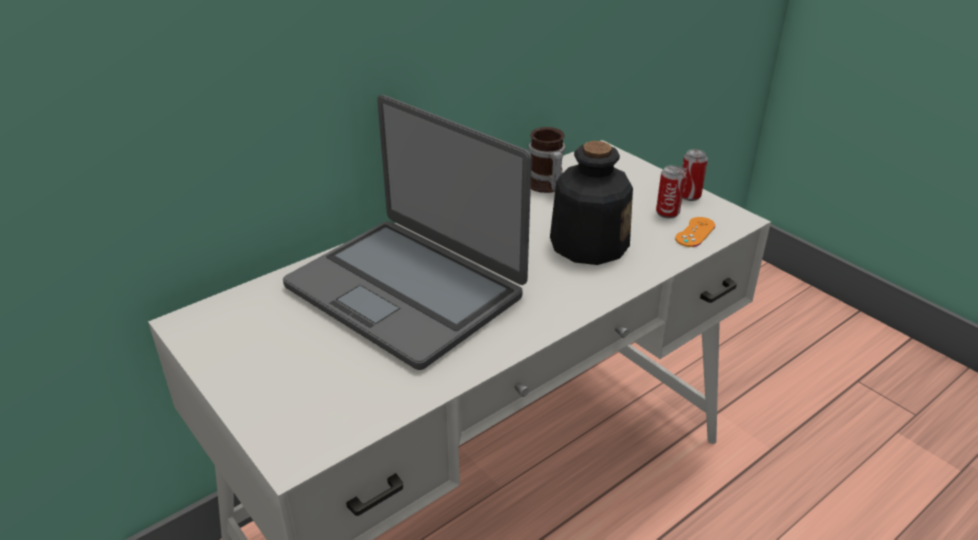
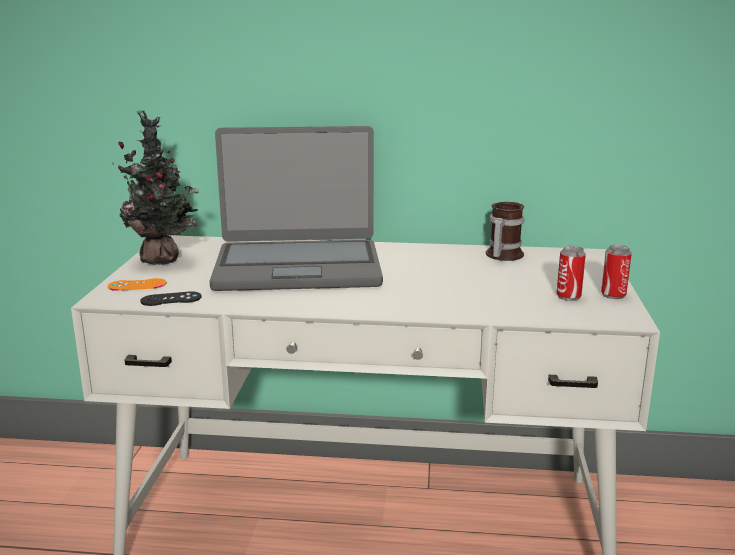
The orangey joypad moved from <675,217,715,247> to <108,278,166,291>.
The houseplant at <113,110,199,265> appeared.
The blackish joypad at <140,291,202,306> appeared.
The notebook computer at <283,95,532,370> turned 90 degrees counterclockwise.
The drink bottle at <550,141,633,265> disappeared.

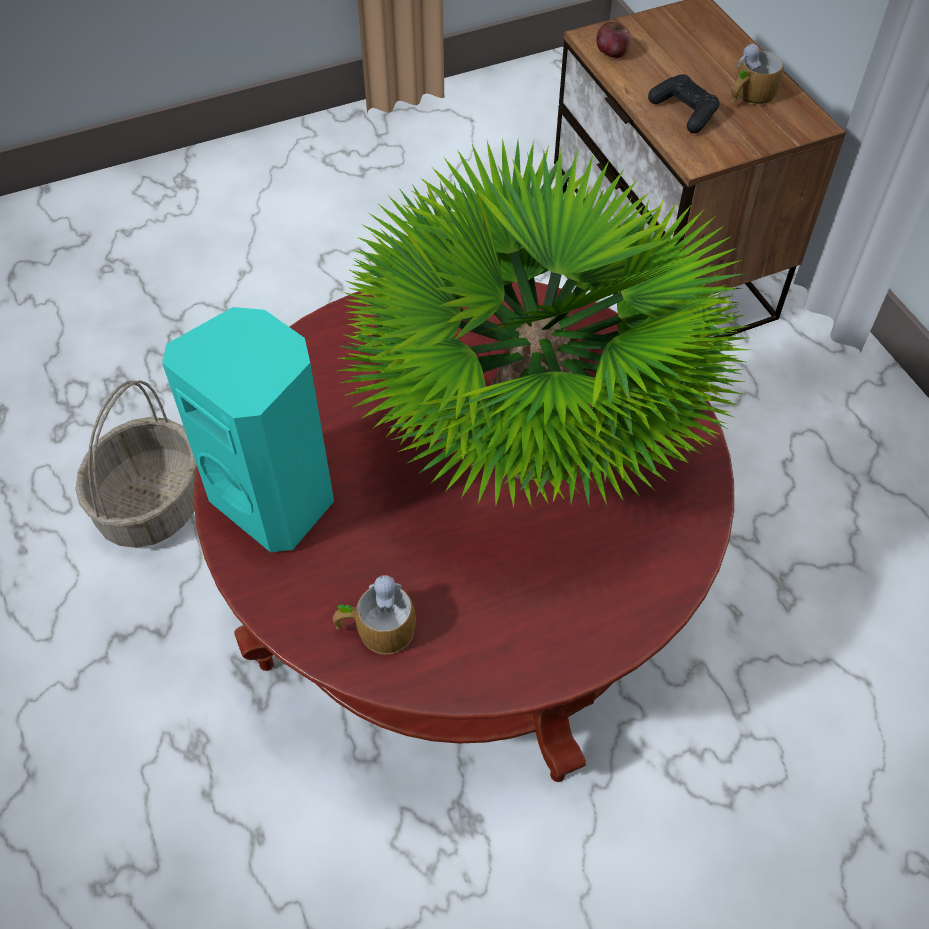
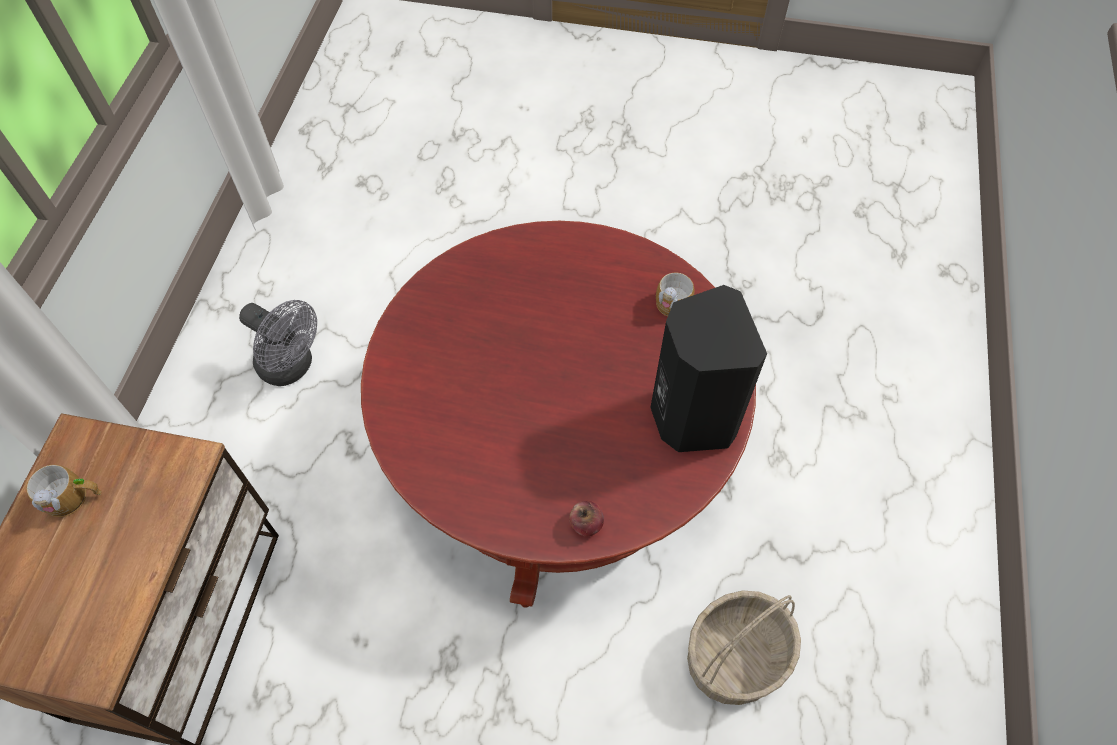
The greyish electric fan at <239,300,317,386> appeared.
The apple moved from <596,22,631,58> to <569,501,604,536>.
The turquoise-coloured speaker at <162,307,334,552> became the blackish speaker at <650,285,767,452>.
The houseplant at <336,138,749,508> disappeared.
The blackish joypad at <648,74,720,133> disappeared.

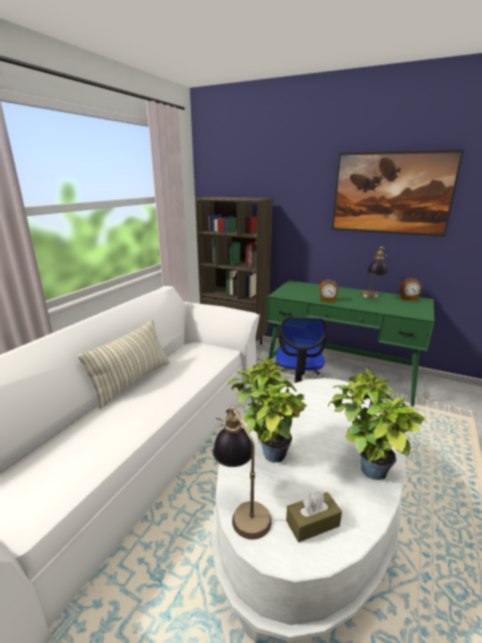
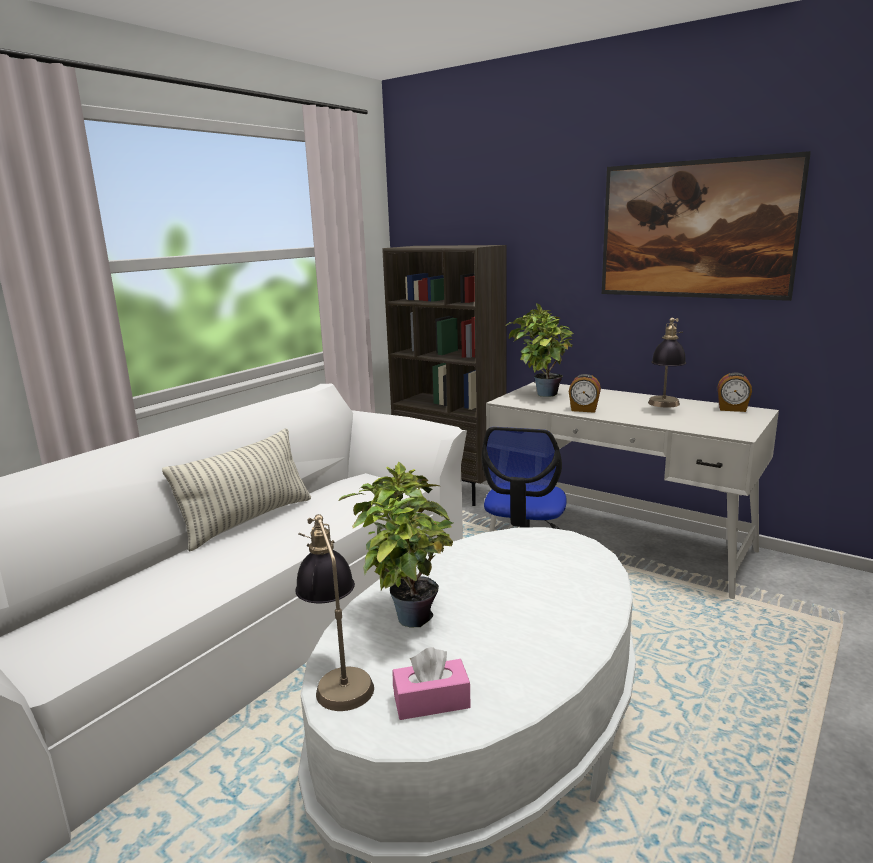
The brown-coloured box of tissues at <286,491,342,542> became the pinkish box of tissues at <393,647,471,720>.
The green-coloured desk at <267,281,435,407> became the whitish desk at <486,382,779,599>.
The houseplant moved from <328,368,426,480> to <506,303,574,397>.

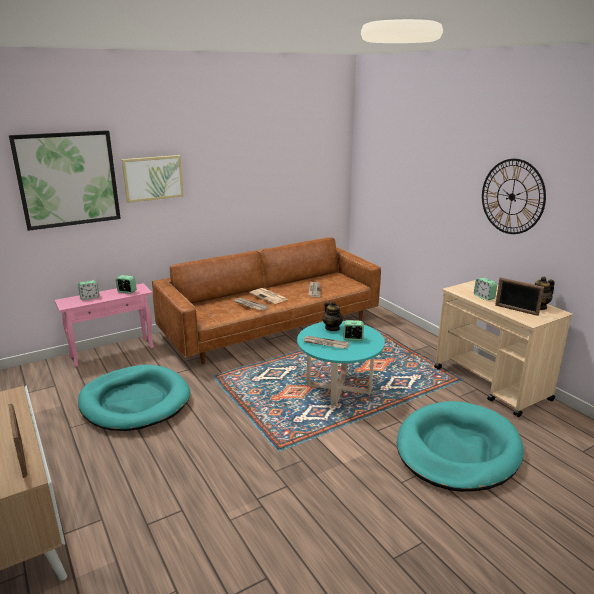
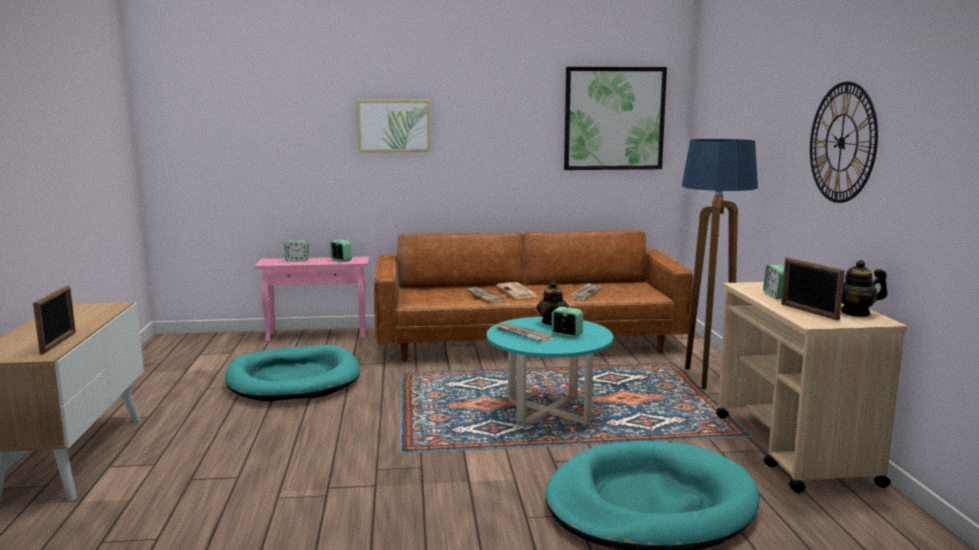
The wall picture moved from <9,130,121,231> to <564,67,667,170>.
The floor lamp at <682,139,758,389> appeared.

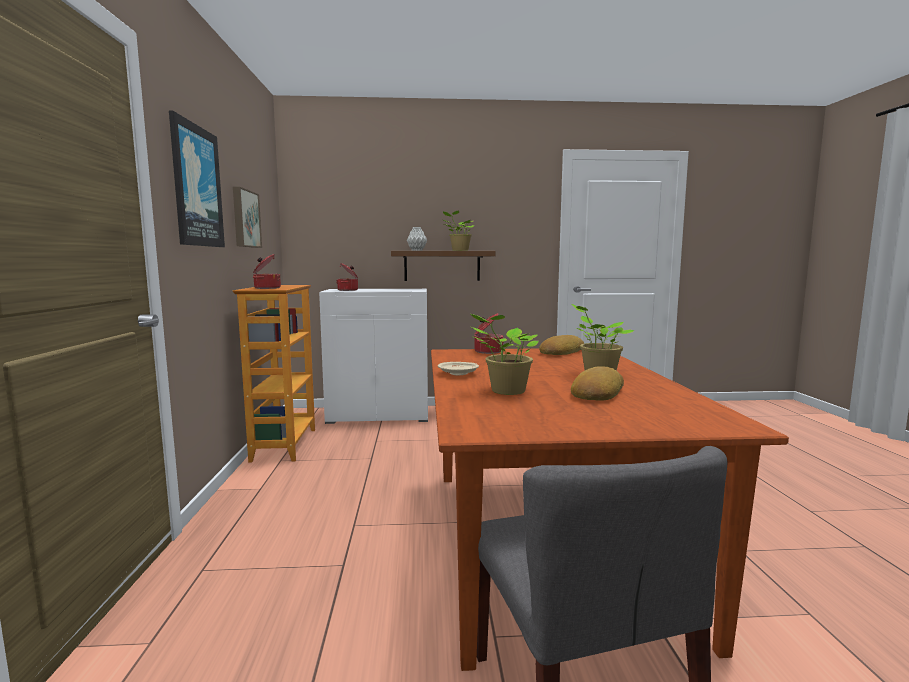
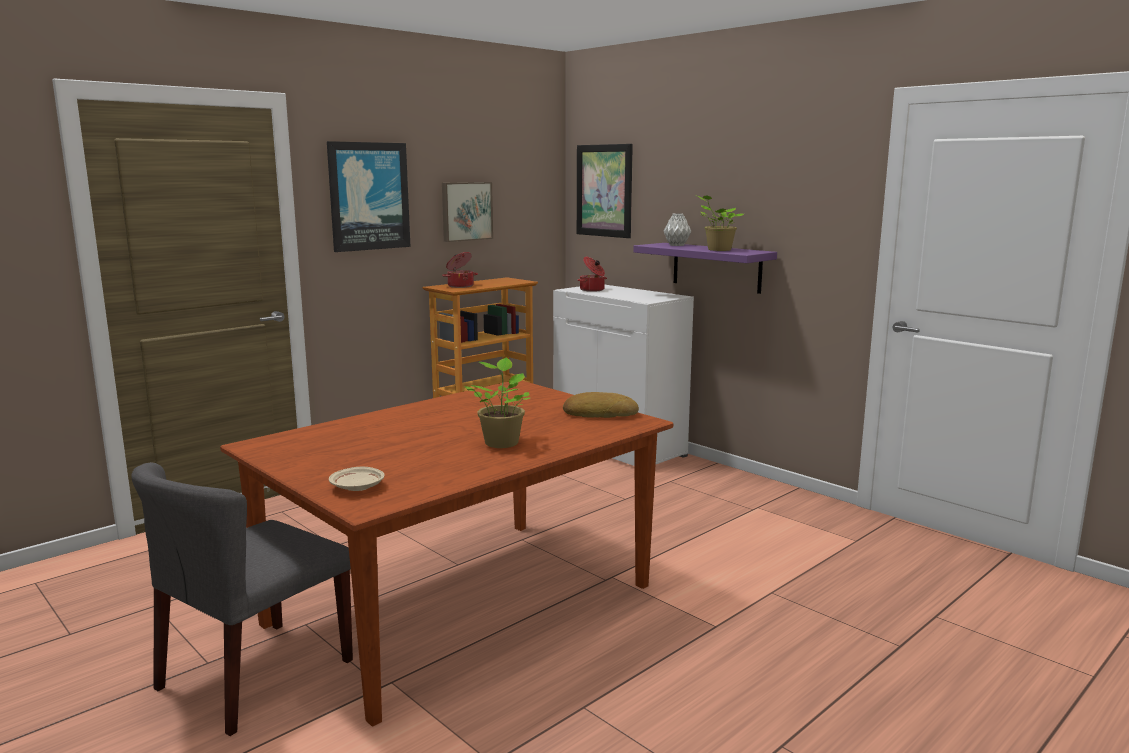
The sand-coloured flat dish moved from <438,362,479,375> to <329,466,384,491>.
The wall picture at <577,144,633,238> appeared.
The brown-coloured shelf at <391,251,496,281> became the purple shelf at <633,243,777,294>.
The houseplant at <471,314,539,395> disappeared.
The cooking pot at <475,313,504,354> disappeared.
The bread at <571,366,624,401> disappeared.

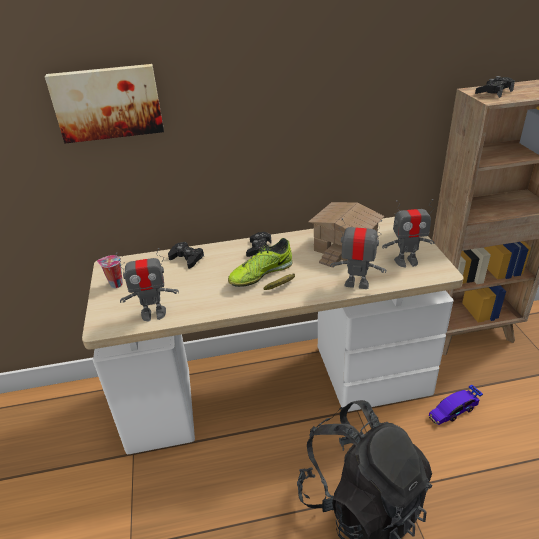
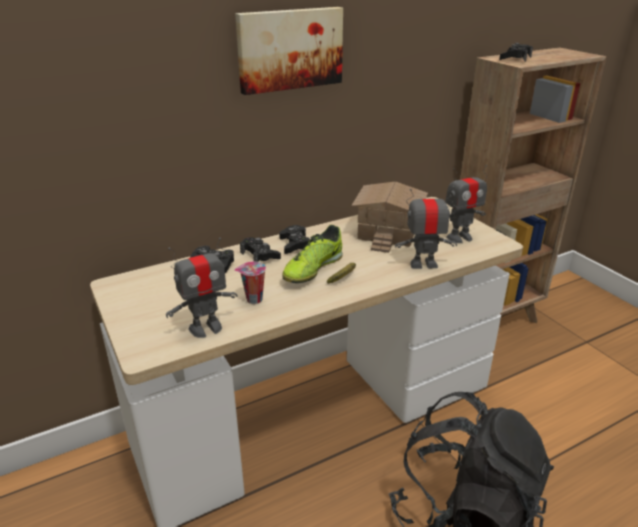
The cup moved from <97,255,123,288> to <234,261,266,304>.
The wall picture moved from <45,64,164,143> to <235,7,343,95>.
The blackish joypad at <240,237,281,262> appeared.
The miniature car at <429,385,483,425> disappeared.

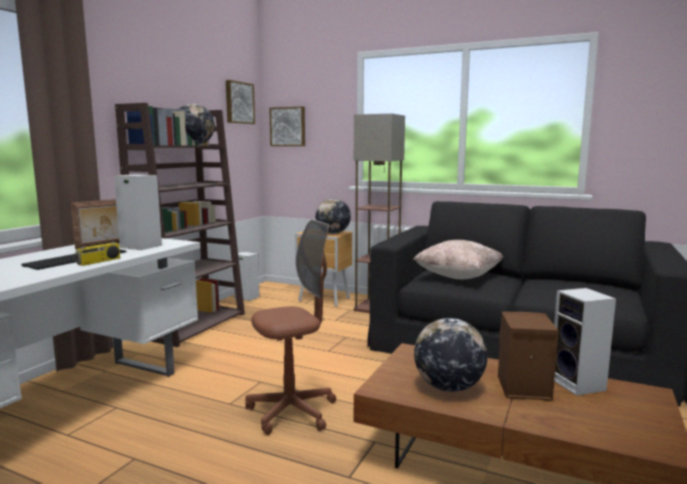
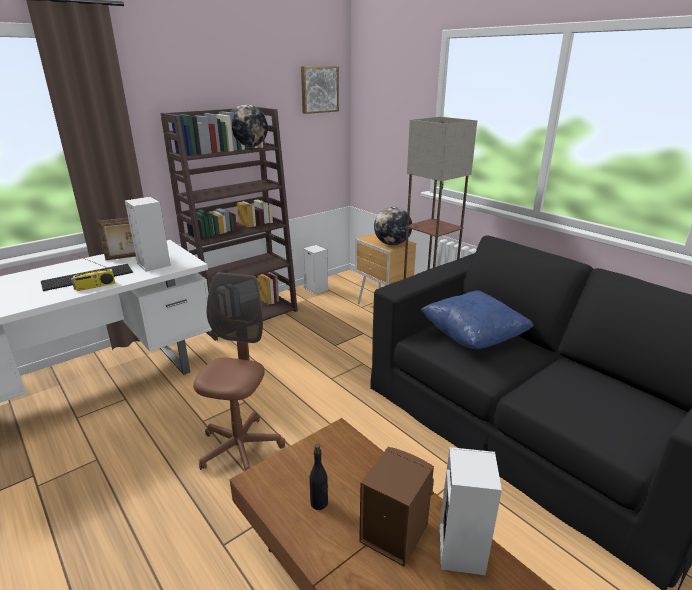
The brown-coloured desk chair at <245,220,336,435> turned 75 degrees counterclockwise.
The world globe at <414,318,487,392> was replaced by the blackish drink bottle at <309,444,328,510>.
The sand-coloured throw pillow at <413,240,503,279> became the blue throw pillow at <420,290,534,349>.
The wall picture at <269,107,305,146> disappeared.

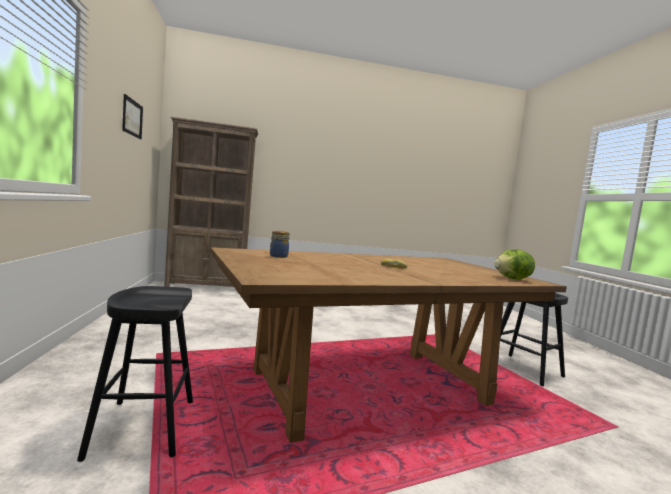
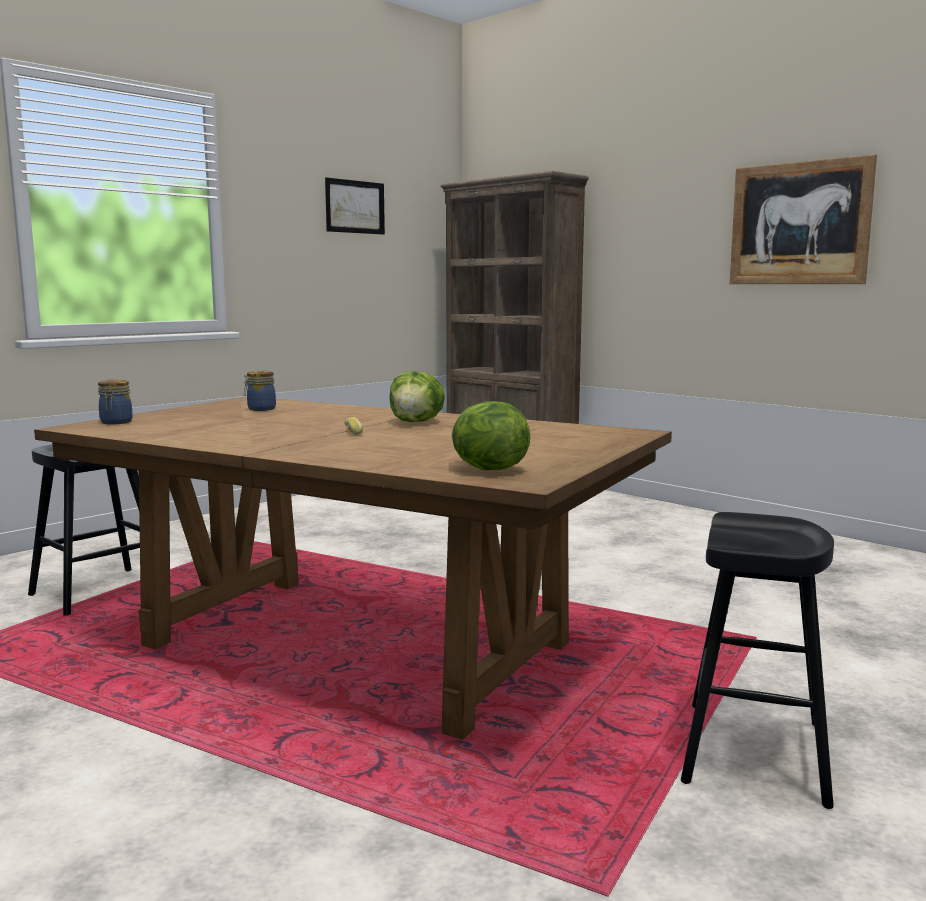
The preserve jar at <98,379,133,424> appeared.
The lettuce at <389,371,445,422> appeared.
The wall picture at <730,154,877,284> appeared.

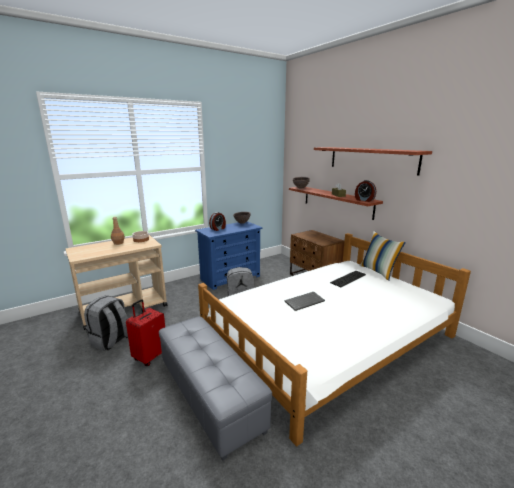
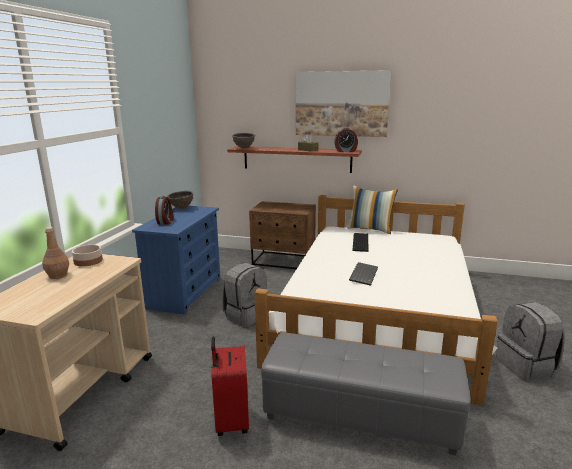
The shelf at <314,147,432,175> was replaced by the wall picture at <296,70,391,137>.
The greyish rucksack moved from <84,295,128,351> to <496,302,565,381>.

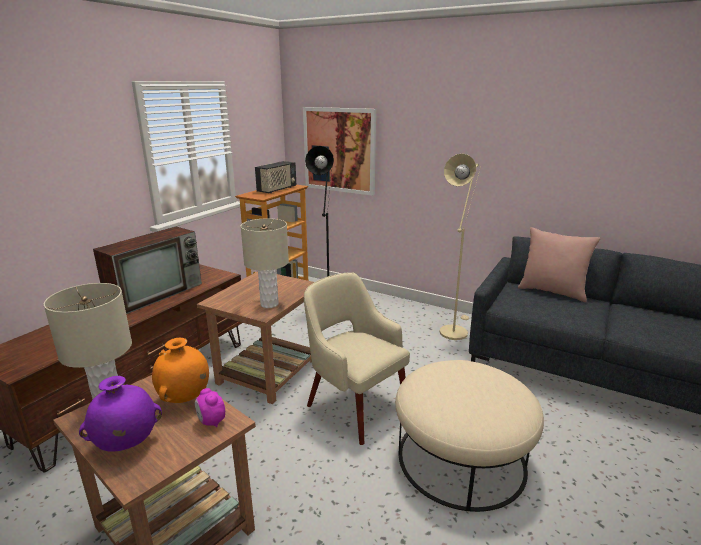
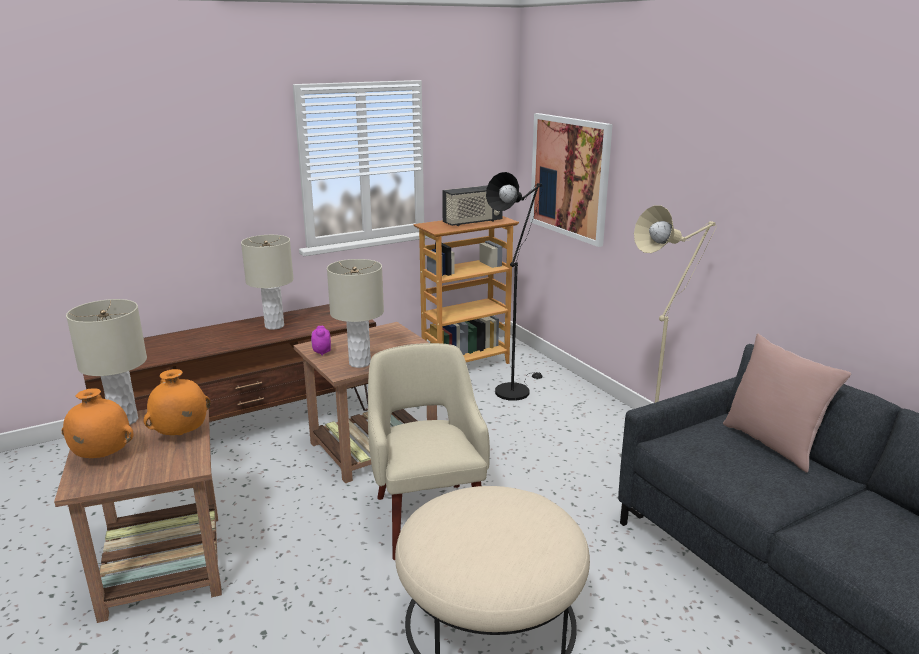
The purple vase at <79,376,162,451> became the orangey vase at <62,388,134,458>.
The television at <93,227,202,314> was replaced by the sand-coloured tabletop lamp at <241,235,294,330>.
The table clock moved from <195,388,225,427> to <311,326,331,356>.

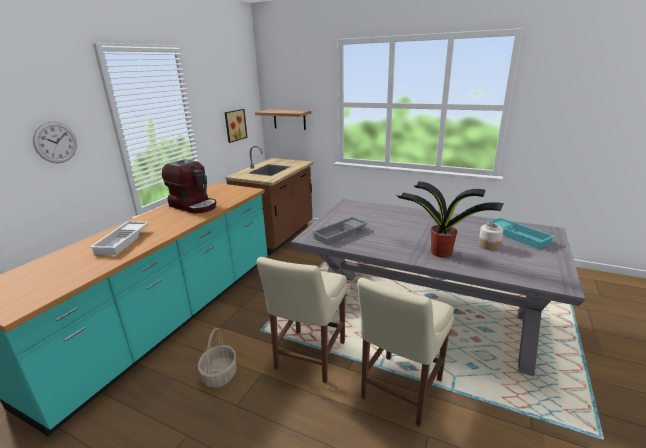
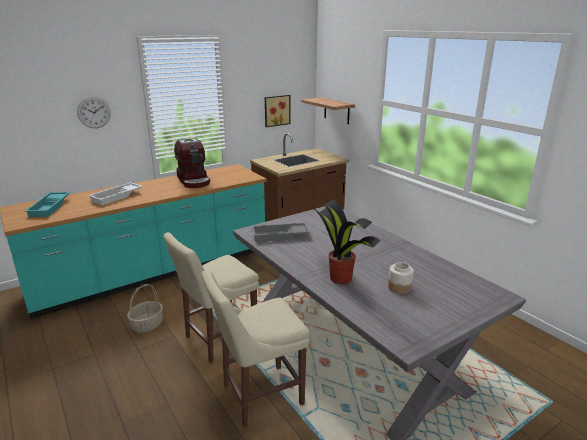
The turquoise-coloured carrying tray moved from <486,217,555,249> to <25,192,70,217>.

